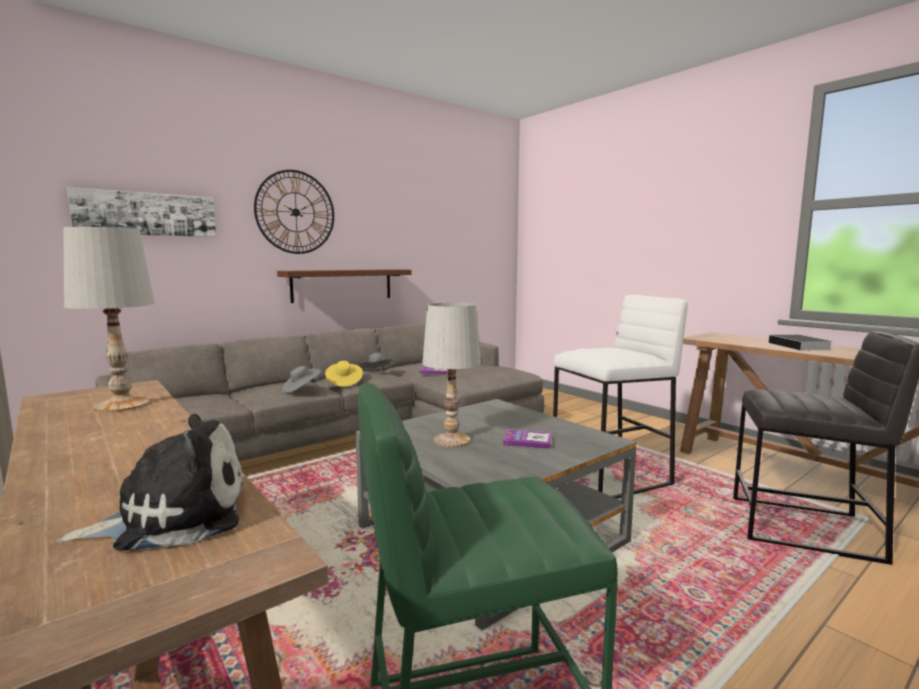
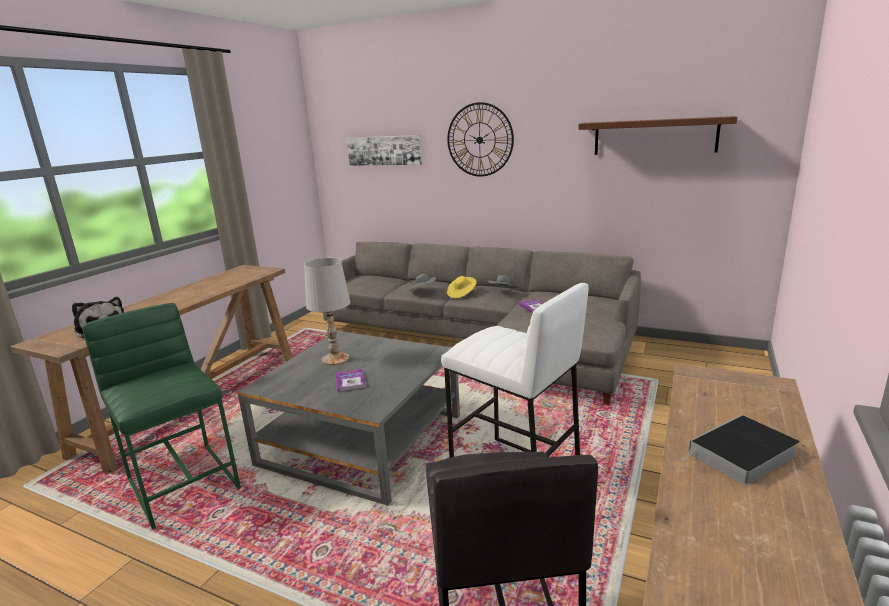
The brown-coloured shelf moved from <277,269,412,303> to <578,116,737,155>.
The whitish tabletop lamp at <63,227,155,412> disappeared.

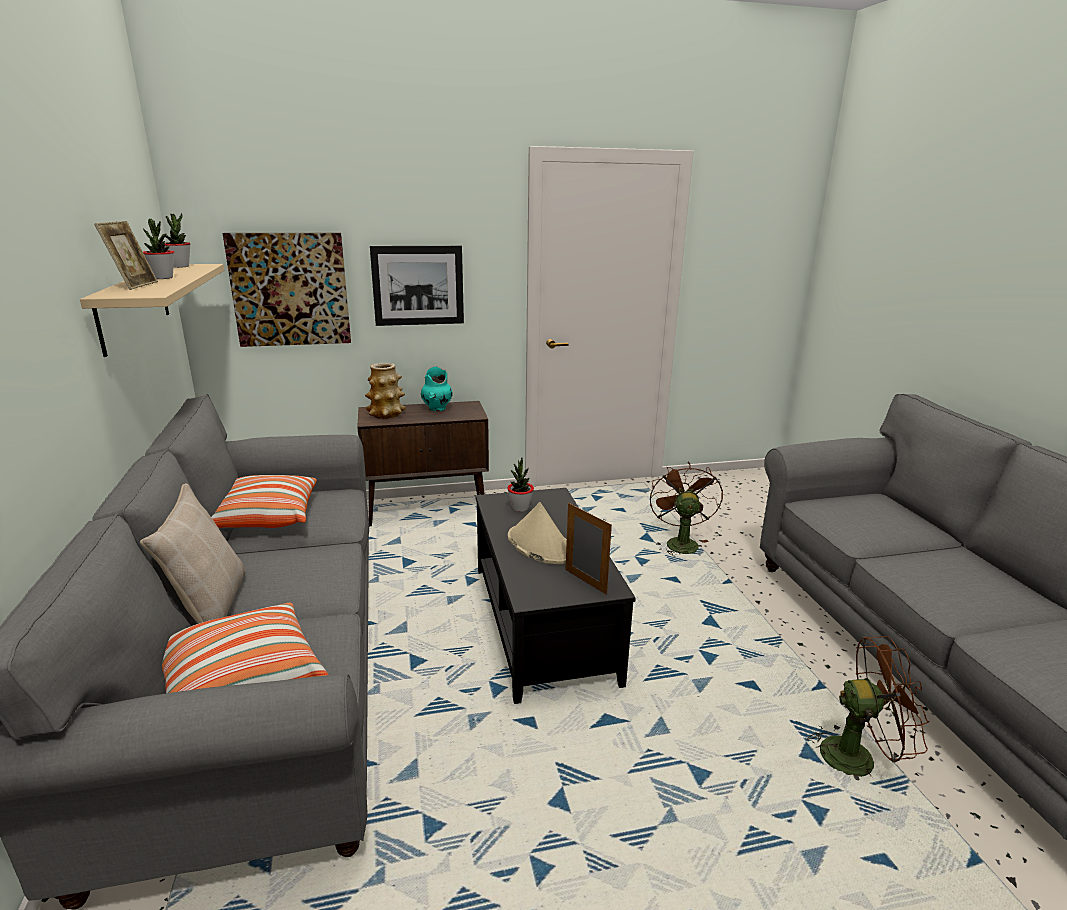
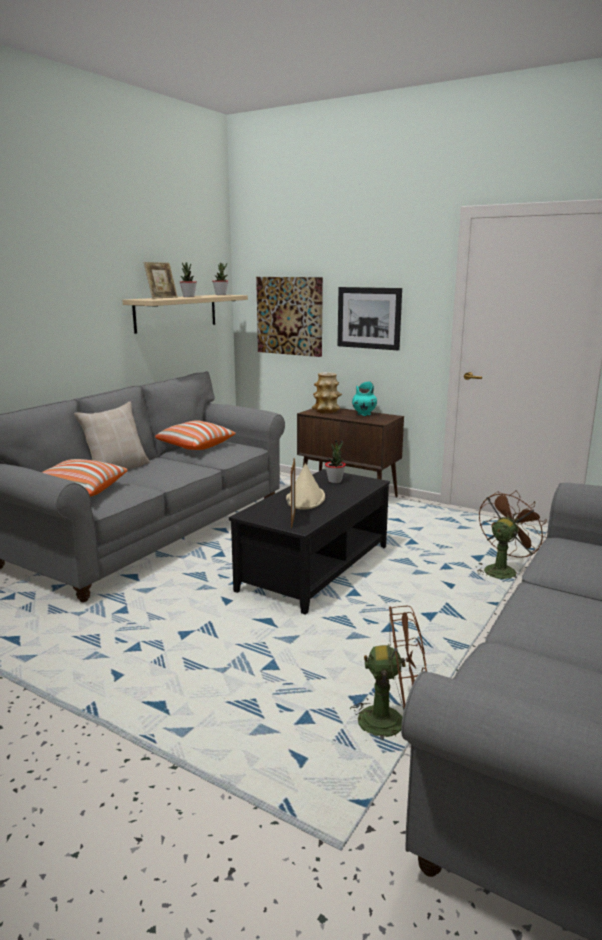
The brown-coloured electric fan at <807,636,929,780> turned 45 degrees counterclockwise.

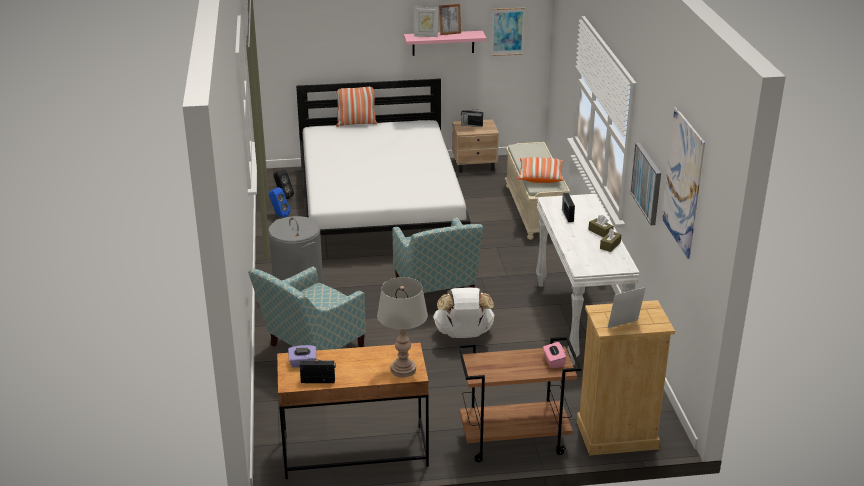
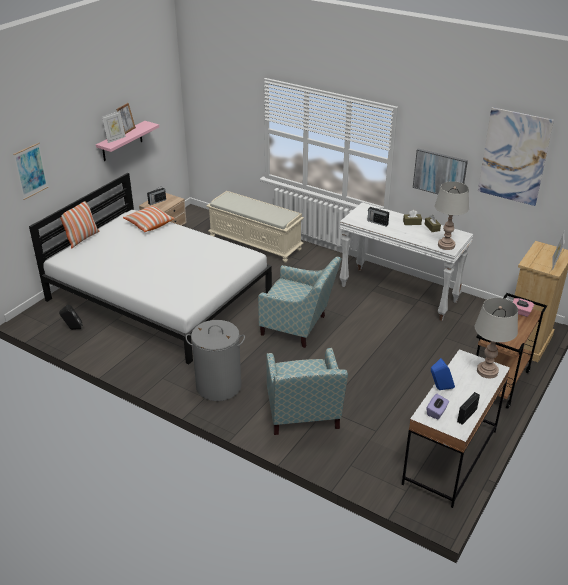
The wall picture moved from <492,8,525,56> to <13,143,48,200>.
The throw pillow moved from <517,157,564,183> to <123,206,175,232>.
The brown-coloured desk at <277,343,429,479> became the whitish desk at <402,349,510,508>.
The blue speaker moved from <269,187,290,218> to <431,358,455,390>.
The greyish tabletop lamp at <435,181,469,250> appeared.
The whitish rucksack at <433,287,495,338> disappeared.

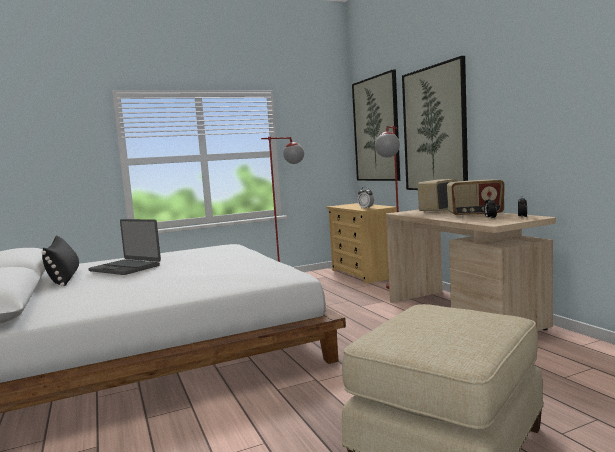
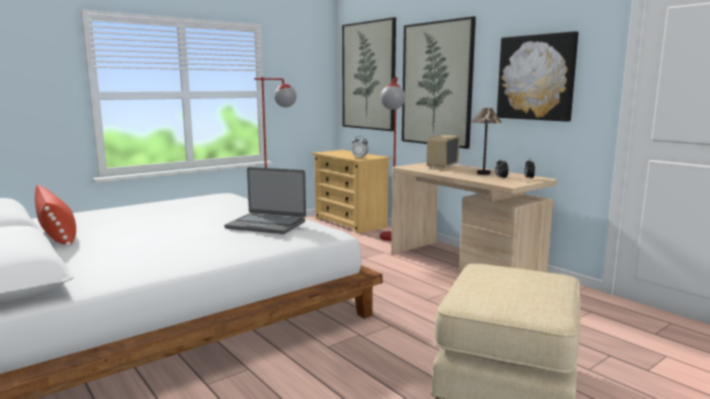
The blackish throw pillow at <41,235,79,287> became the reddish throw pillow at <35,184,76,246>.
The notebook computer moved from <88,219,161,275> to <224,167,306,234>.
The radio set at <447,179,505,217> was replaced by the tabletop lamp at <471,108,502,175>.
The wall picture at <497,31,578,122> appeared.

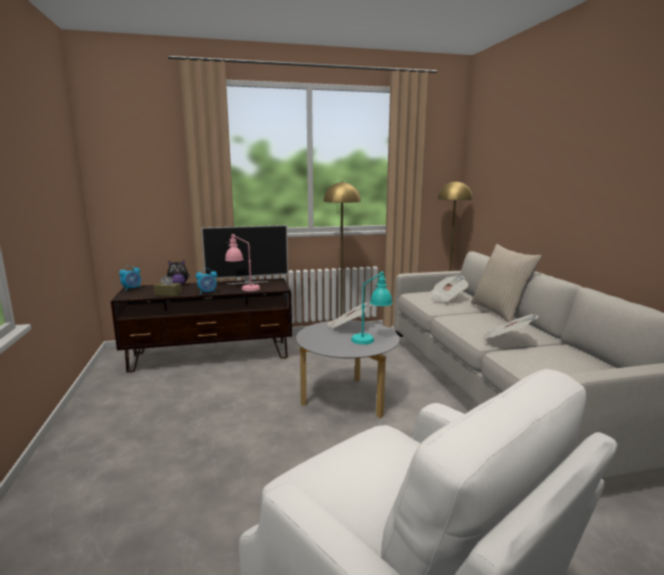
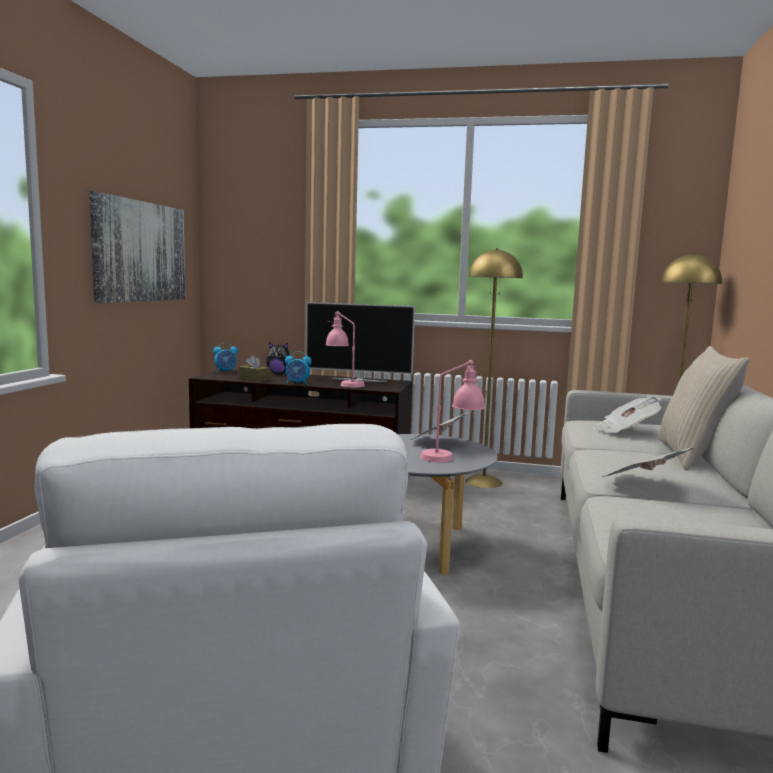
The wall picture at <89,191,186,303> appeared.
The turquoise-coloured tabletop lamp at <351,271,393,345> became the pinkish tabletop lamp at <420,360,485,462>.

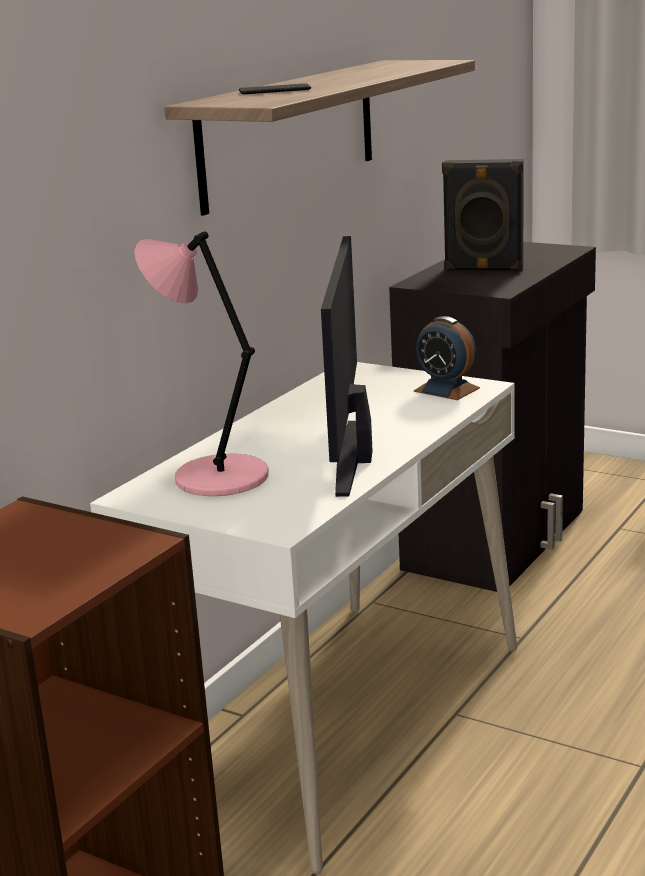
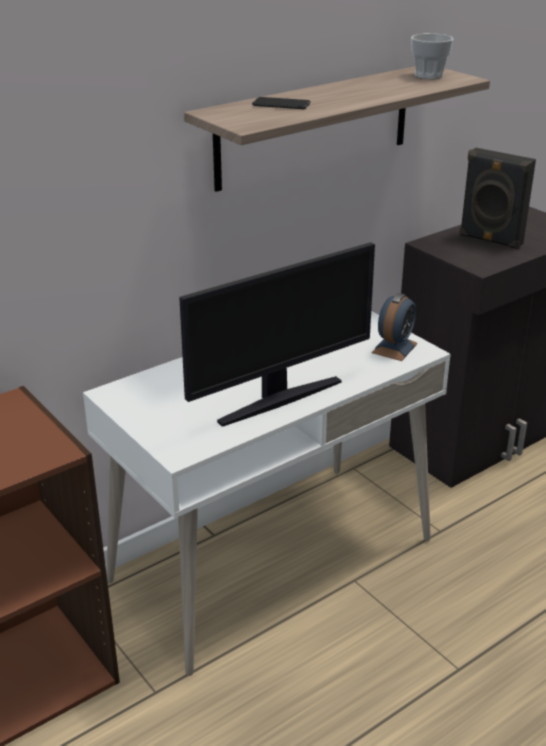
The monitor at <321,236,373,497> turned 150 degrees counterclockwise.
The table clock at <413,316,480,400> turned 120 degrees counterclockwise.
The cup at <411,33,453,79> appeared.
The pinkish tabletop lamp at <134,231,269,496> disappeared.

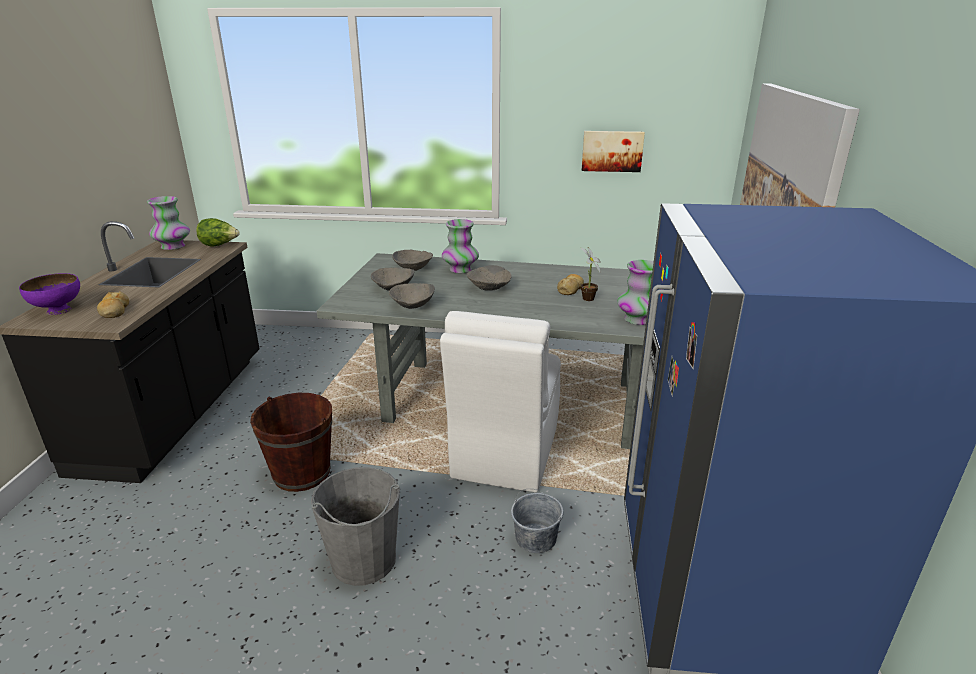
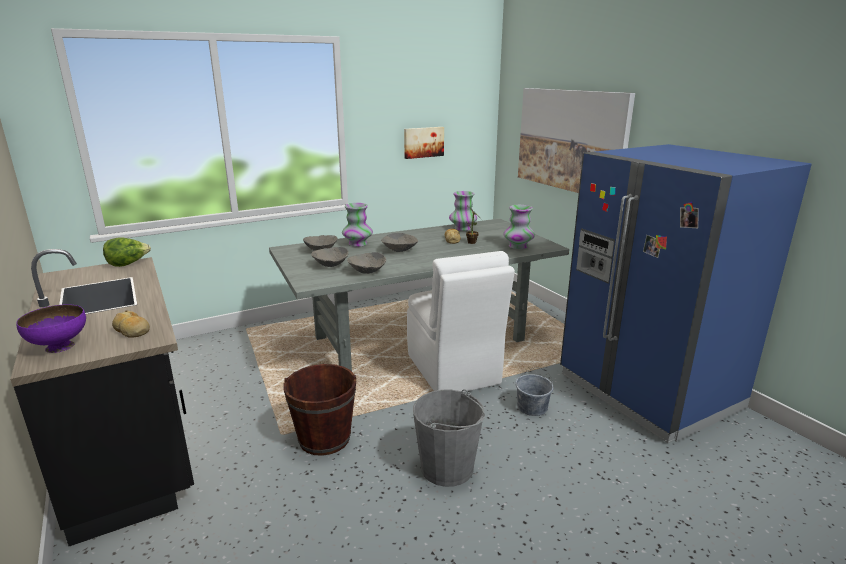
The vase moved from <147,196,190,250> to <449,191,477,231>.

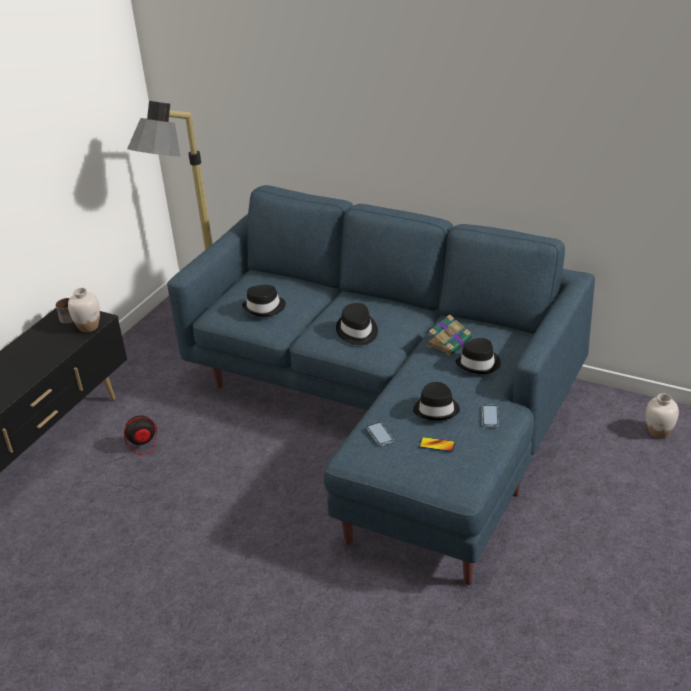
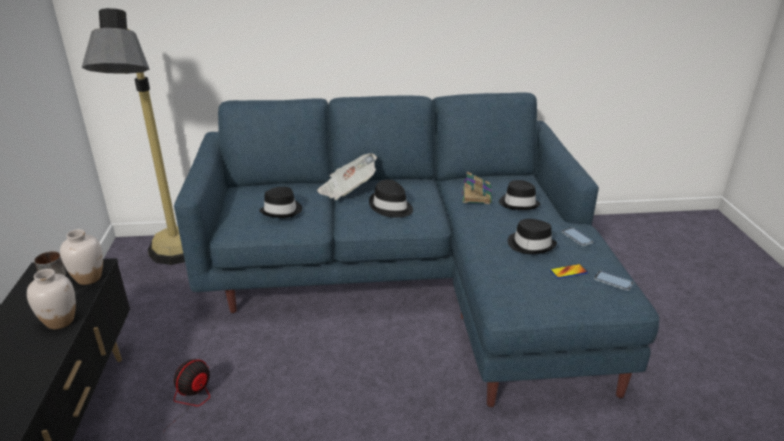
The whitish vase moved from <646,393,679,439> to <27,269,76,329>.
The printed paper at <317,153,377,200> appeared.
The handset moved from <366,422,394,446> to <594,271,634,291>.

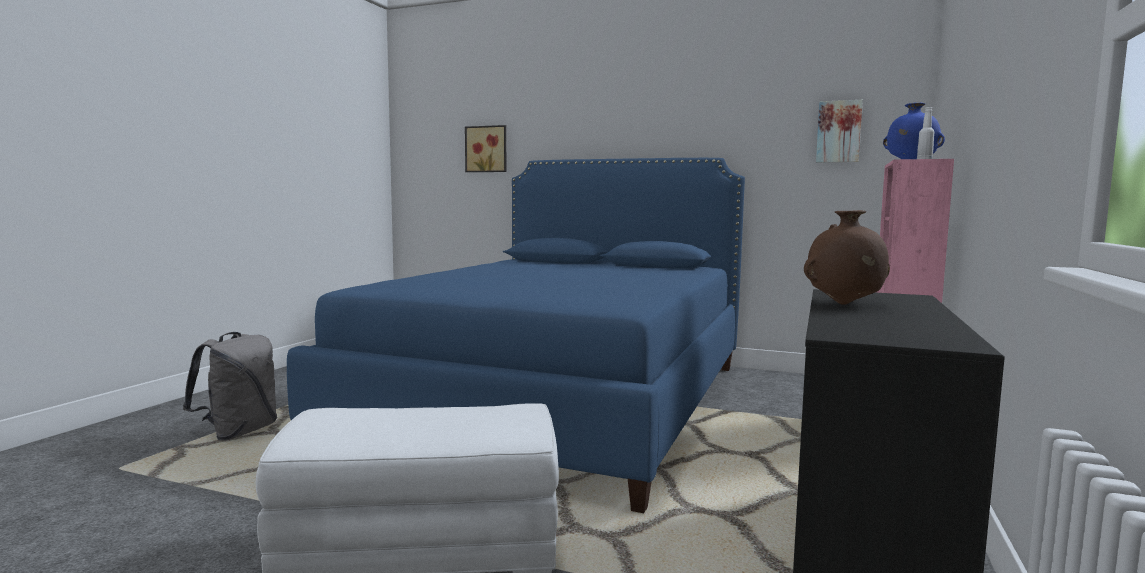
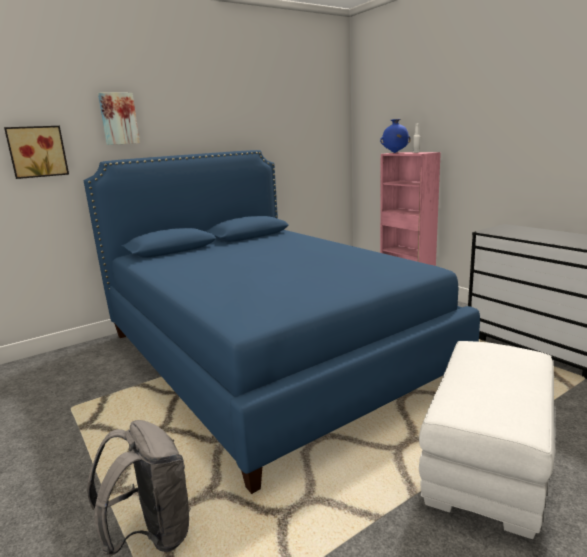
The wall picture moved from <816,100,863,162> to <98,93,140,145>.
The brown-coloured vase at <804,210,890,305> disappeared.

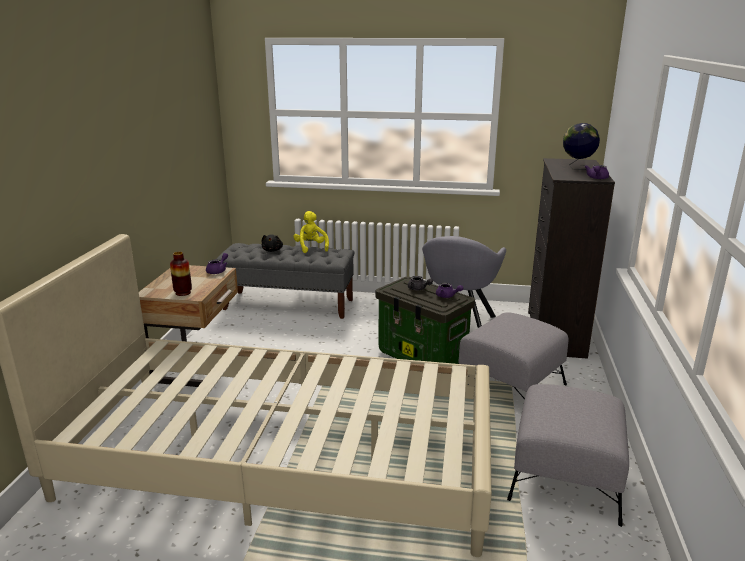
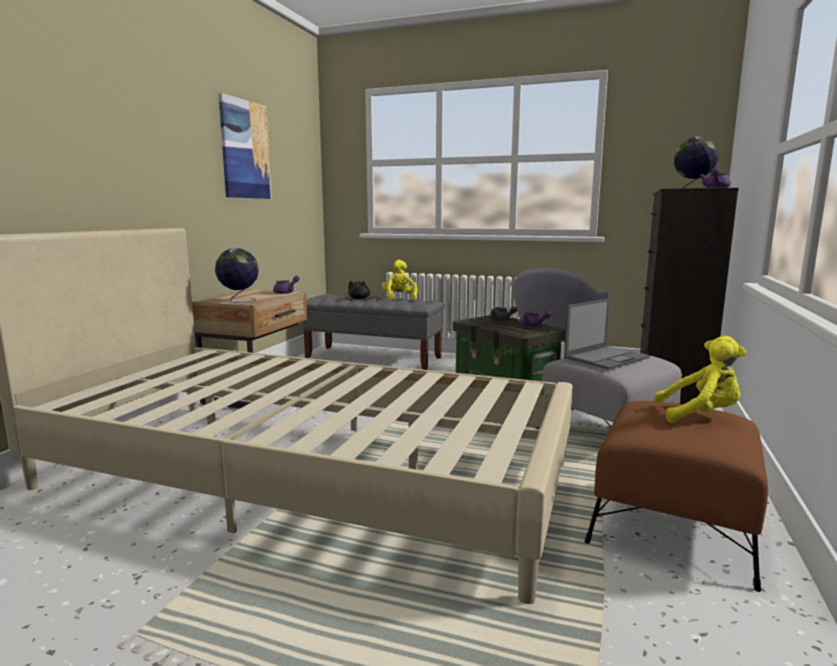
The vase at <170,252,192,296> was replaced by the world globe at <215,248,259,303>.
The wall picture at <218,93,272,199> appeared.
The notebook computer at <564,298,650,369> appeared.
The greyish footrest at <507,384,629,527> became the brown-coloured footrest at <585,401,768,592>.
The yellow soft toy at <654,336,746,423> appeared.

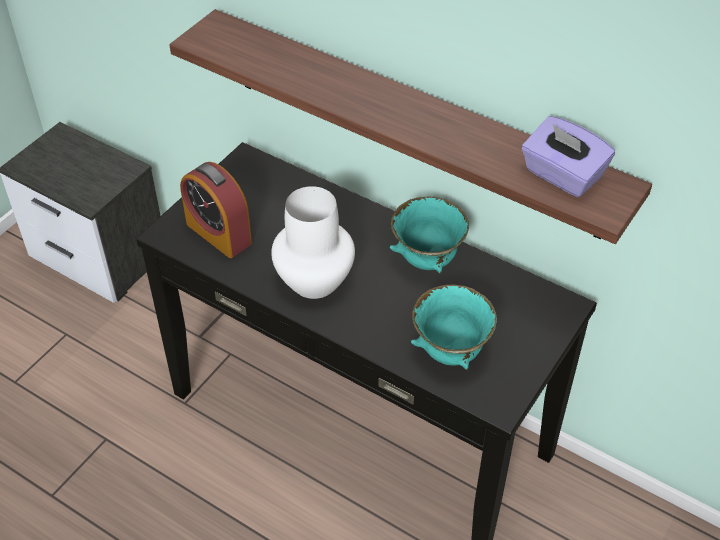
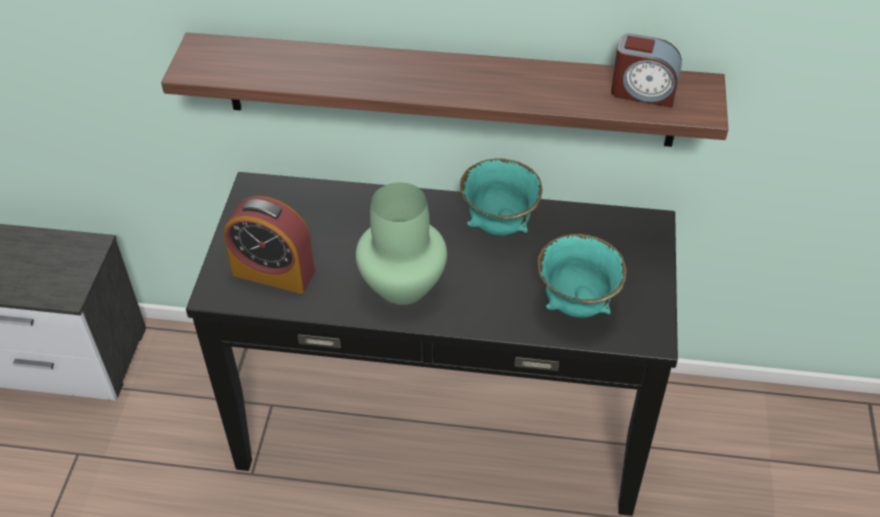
The whitish vase at <271,186,355,299> became the green-coloured vase at <356,182,447,305>.
The purple box of tissues at <522,116,615,197> was replaced by the table clock at <611,33,682,107>.

